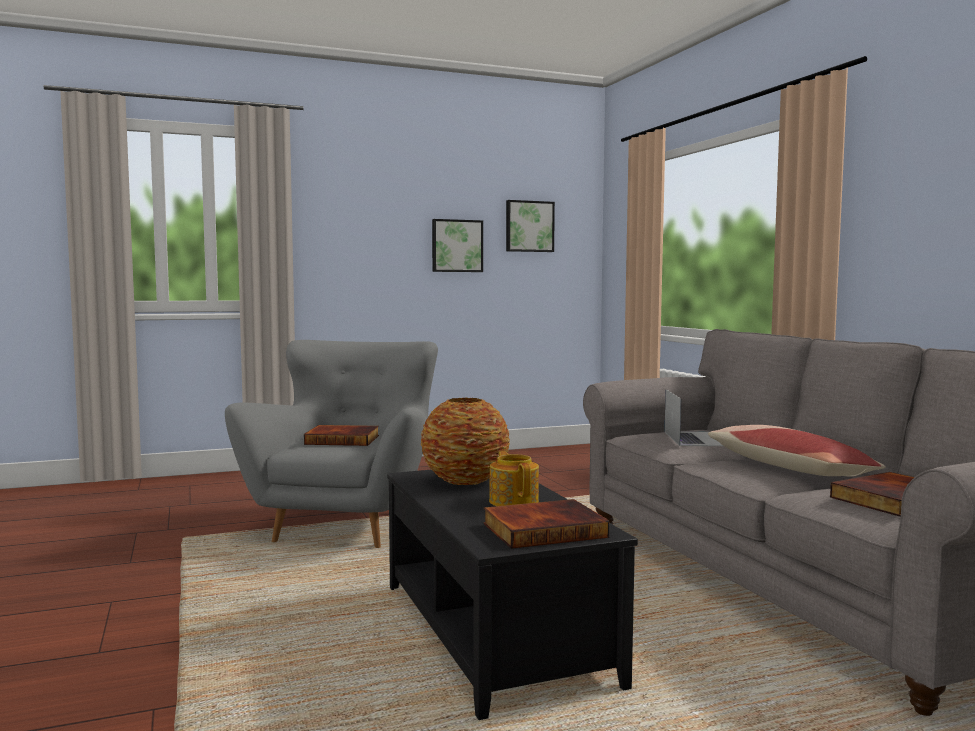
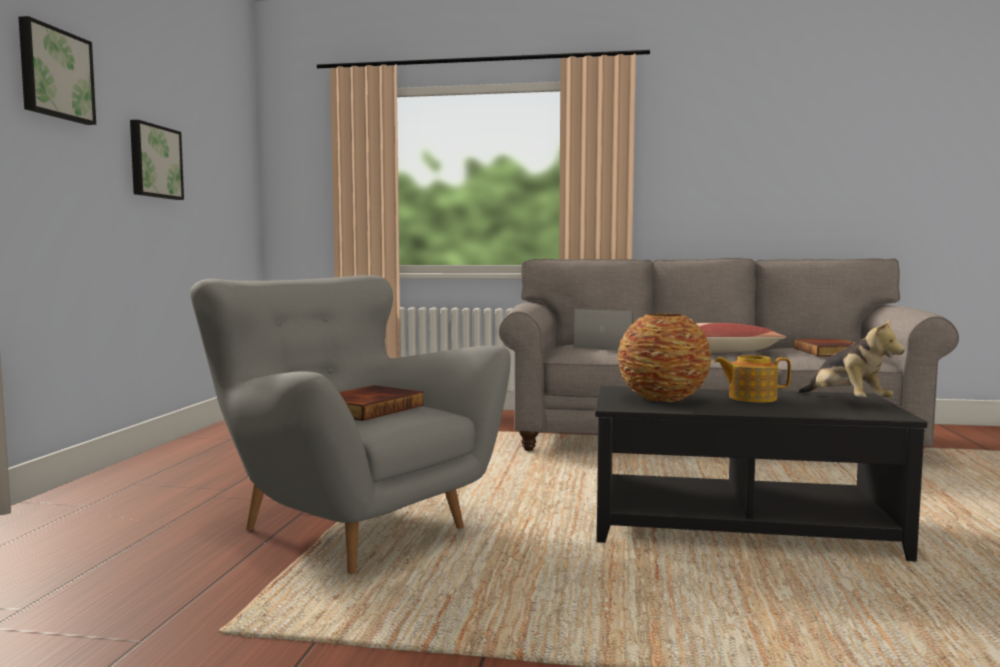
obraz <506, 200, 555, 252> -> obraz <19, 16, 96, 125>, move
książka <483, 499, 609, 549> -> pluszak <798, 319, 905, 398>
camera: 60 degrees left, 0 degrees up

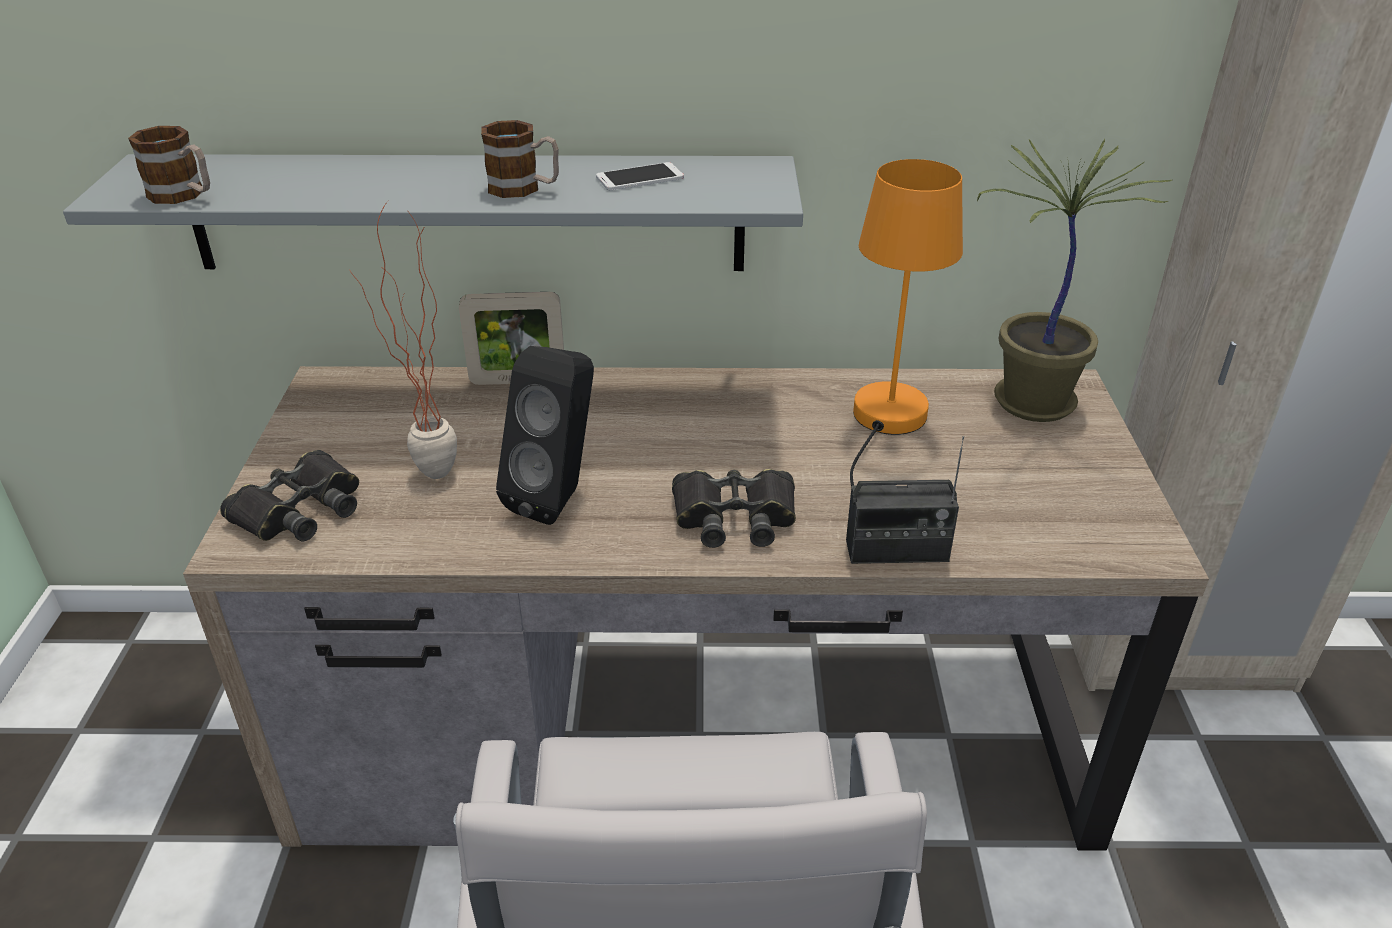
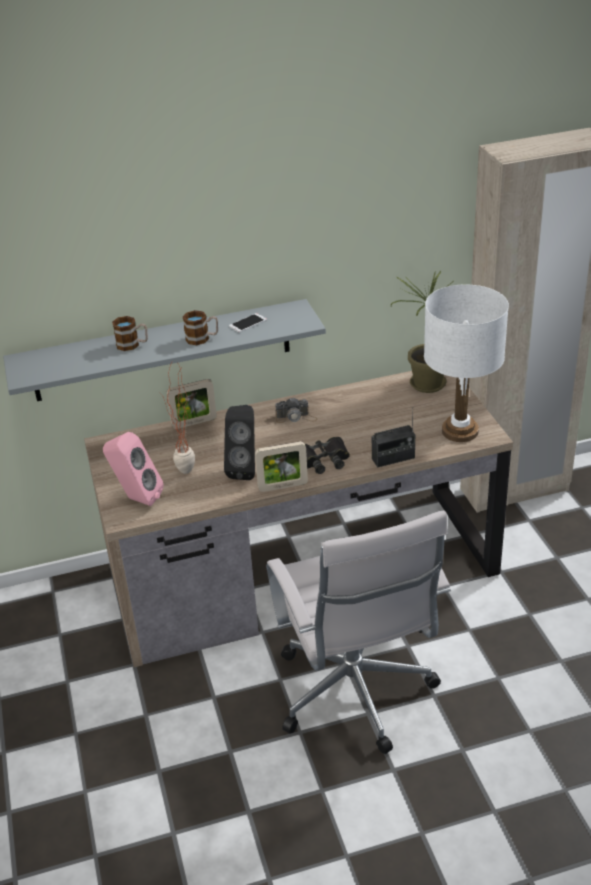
kubek <128, 126, 210, 204> -> kubek <112, 316, 148, 351>, move
lampa stołowa [pomarańczowy] <850, 159, 963, 487> -> none
lornetka [czarny] <220, 450, 359, 541> -> głośnik [różowy] <103, 432, 164, 506>
none -> lampa stołowa [biały] <424, 284, 509, 442>
none -> aparat fotograficzny <275, 398, 317, 423>
none -> ramka na zdjęcie <255, 441, 308, 492>
camera: 15 degrees left, 0 degrees up

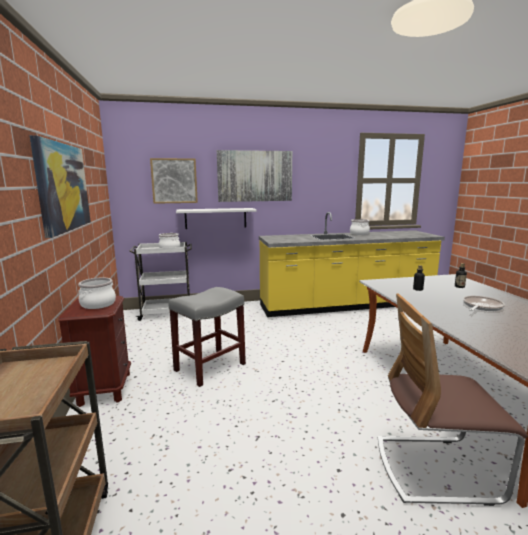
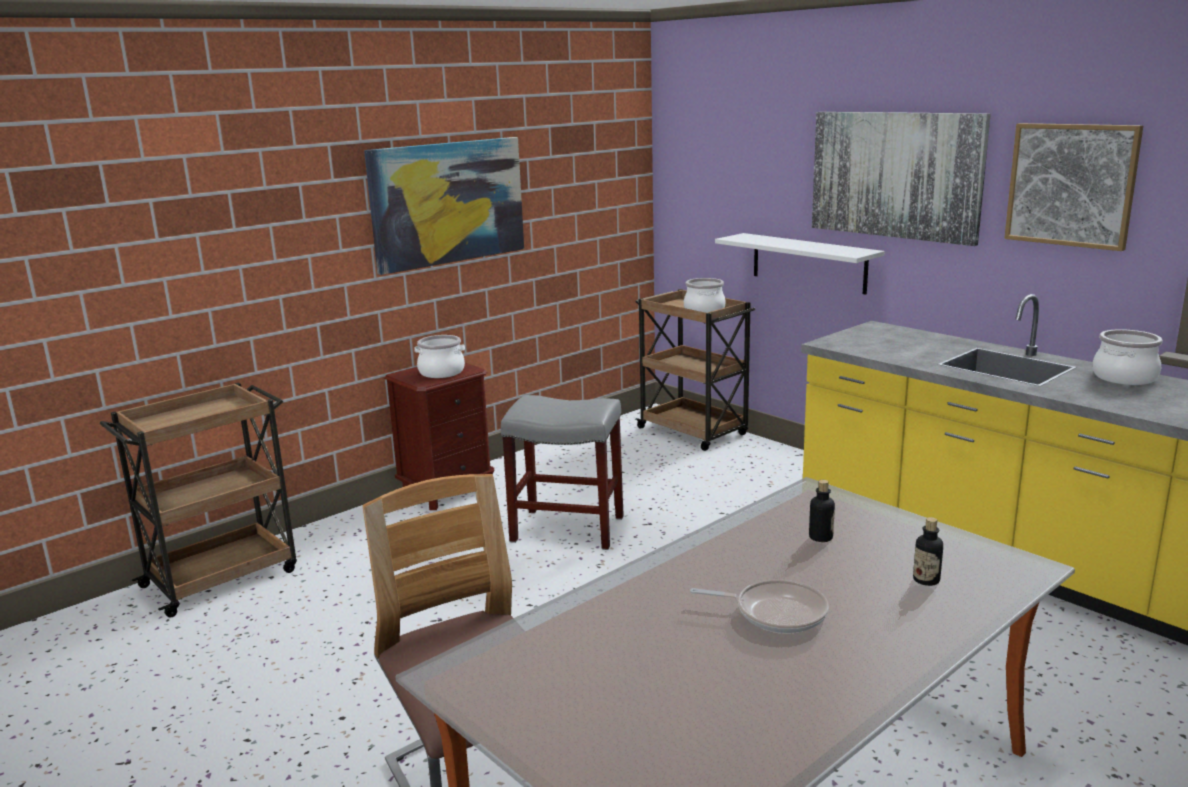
obraz <150, 158, 198, 204> -> obraz <1004, 123, 1143, 251>, move
wózek [biały] <129, 242, 192, 321> -> wózek [brązowy] <635, 289, 755, 451>
camera: 60 degrees right, 5 degrees up

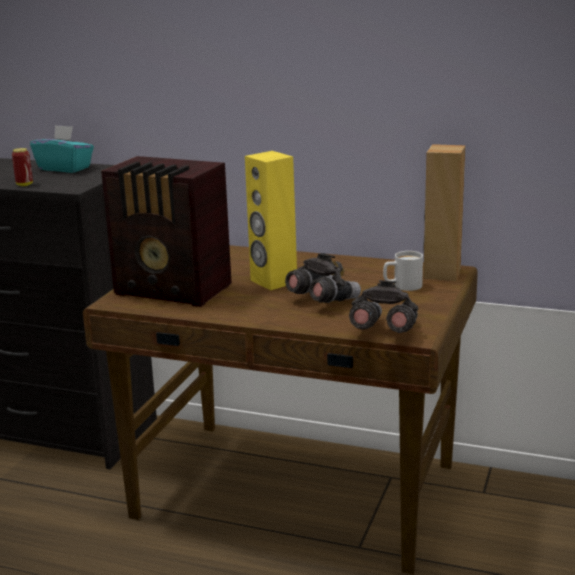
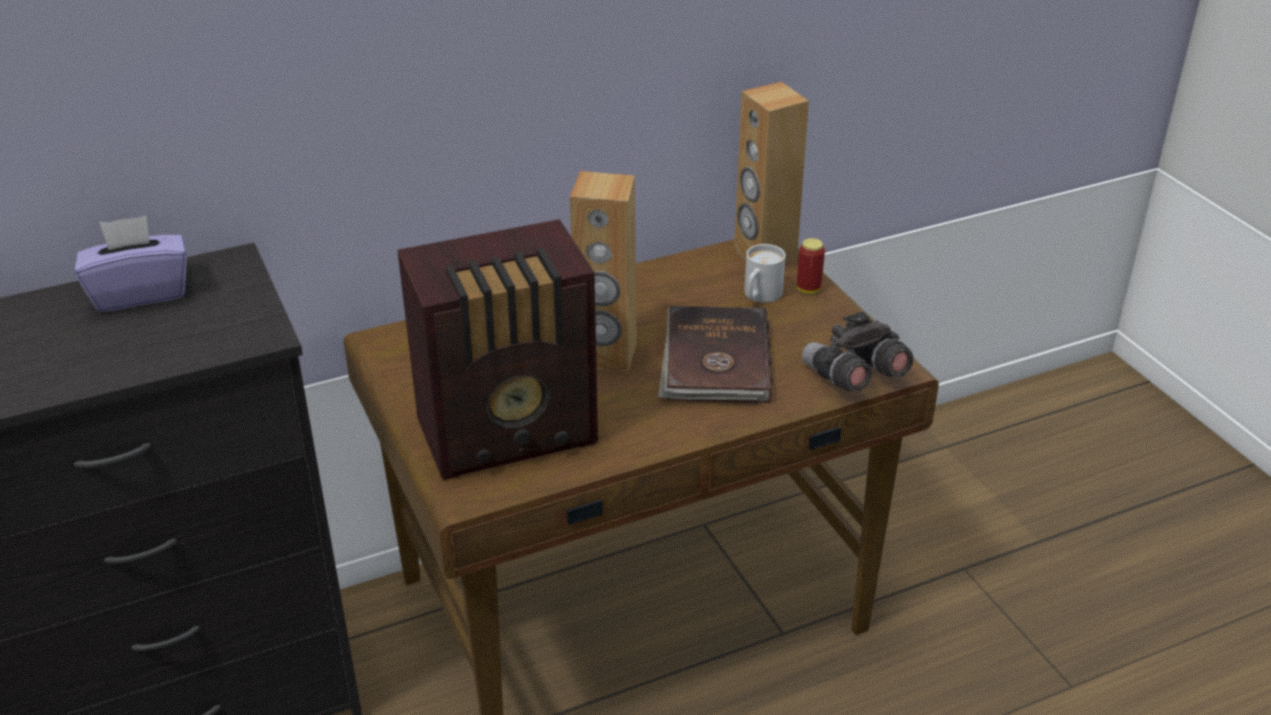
pudełko chusteczek [turkusowy] <30, 125, 94, 173> -> pudełko chusteczek [fioletowy] <75, 215, 187, 312>
puszka <12, 148, 33, 186> -> puszka <797, 238, 825, 294>, move
głośnik [żółty] <245, 151, 297, 290> -> głośnik [brązowy] <570, 171, 637, 373>
lornetka [szary] <285, 253, 361, 303> -> książka [brązowy] <658, 306, 773, 403>
camera: 45 degrees left, 15 degrees up

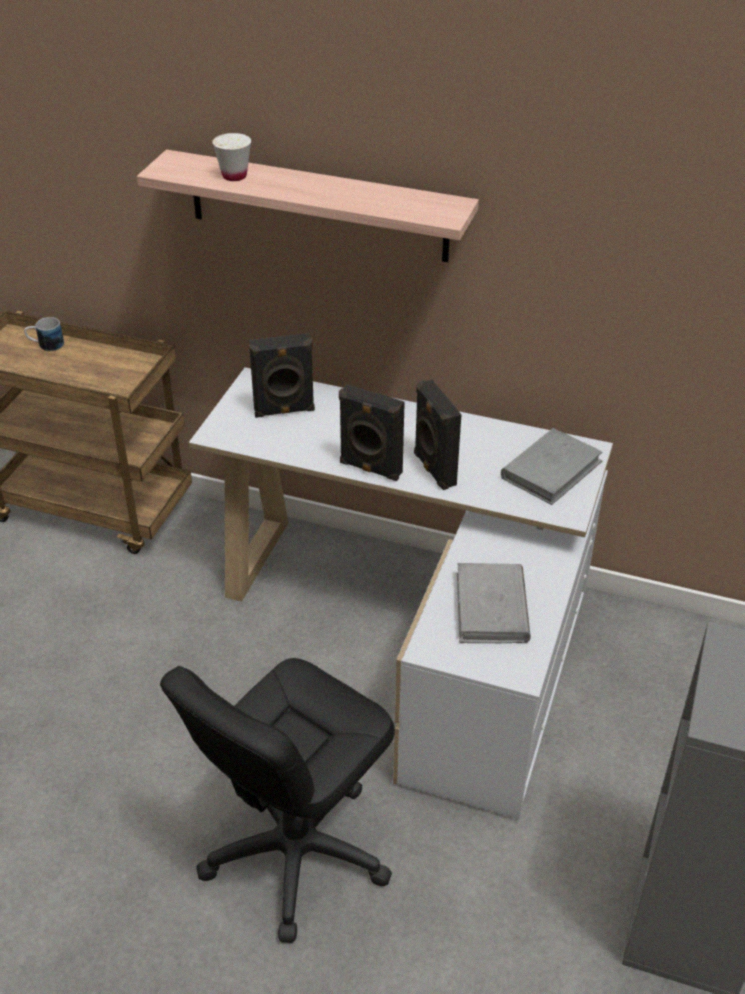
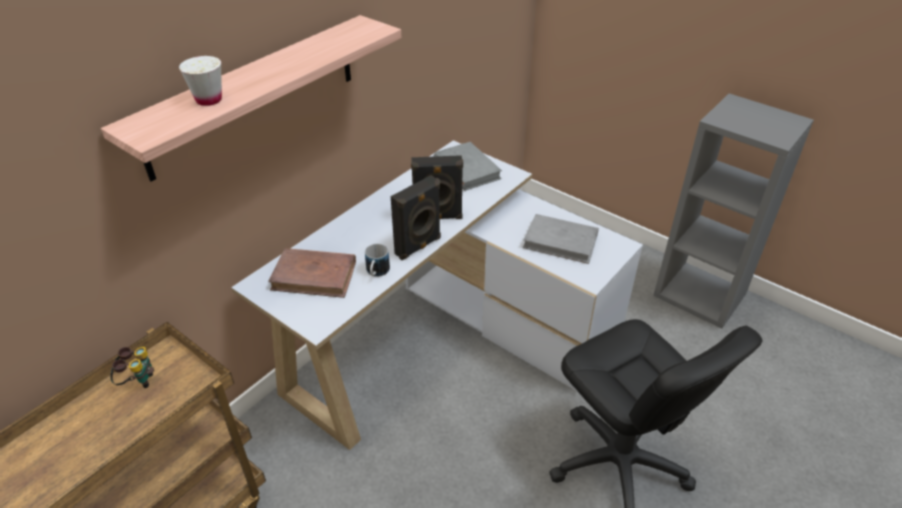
kubek <24, 317, 64, 351> -> kubek <365, 244, 390, 277>, move
głośnik [czarny] <249, 333, 315, 418> -> książka [brązowy] <268, 248, 356, 298>
none -> lornetka <110, 347, 154, 388>
camera: 70 degrees left, 0 degrees up

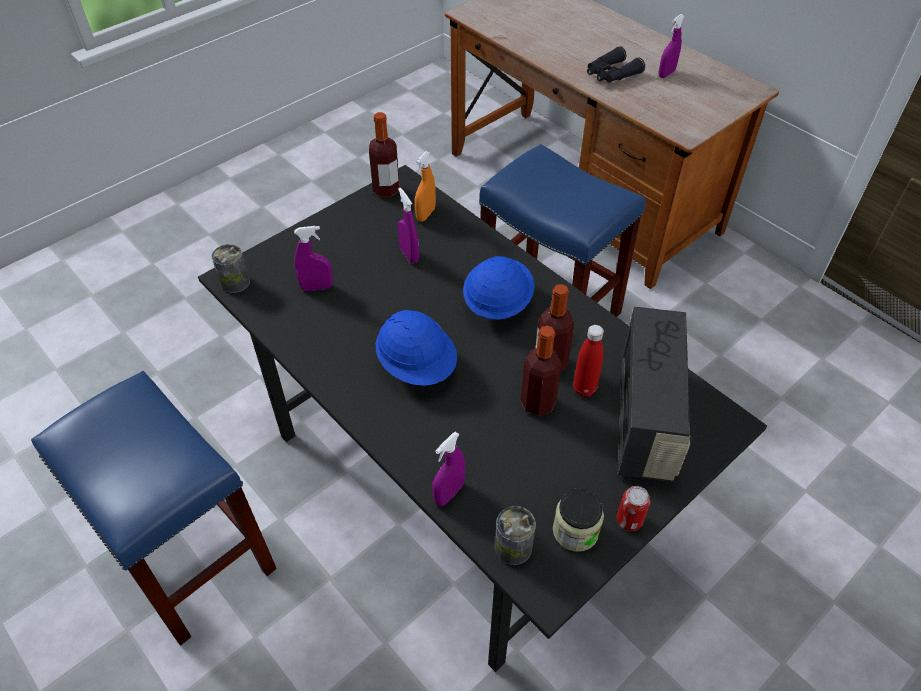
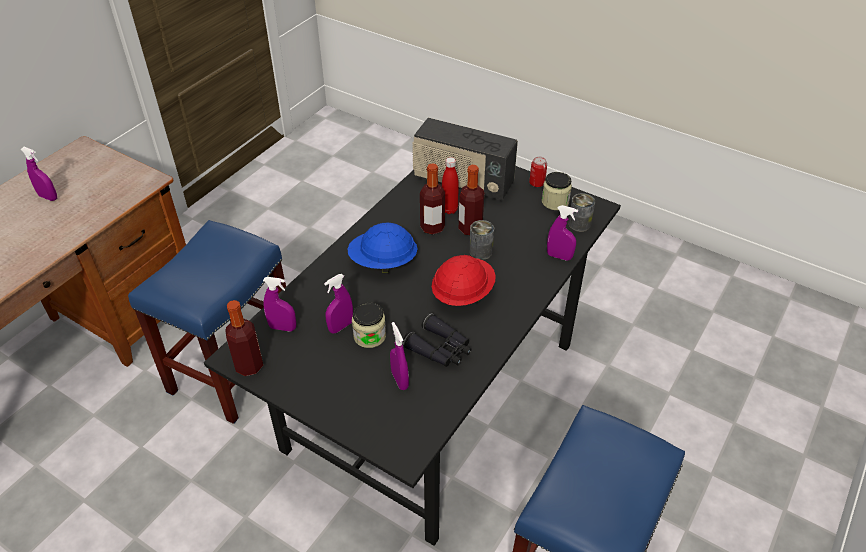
lornetka [czarny] <587, 46, 645, 83> -> lornetka [czarny] <402, 313, 472, 367>, move
spryskiwacz [pomarańczowy] <415, 151, 436, 222> -> spryskiwacz [fioletowy] <263, 277, 296, 332>
puszka <212, 244, 250, 293> -> puszka <469, 220, 494, 260>, move
radio <618, 307, 690, 482> -> radio <412, 118, 518, 200>, 150 degrees counterclockwise
kask [niebieski] <376, 310, 457, 386> -> kask [czerwony] <432, 255, 496, 306>
none -> słoik <352, 302, 386, 348>
camera: 105 degrees left, 5 degrees down

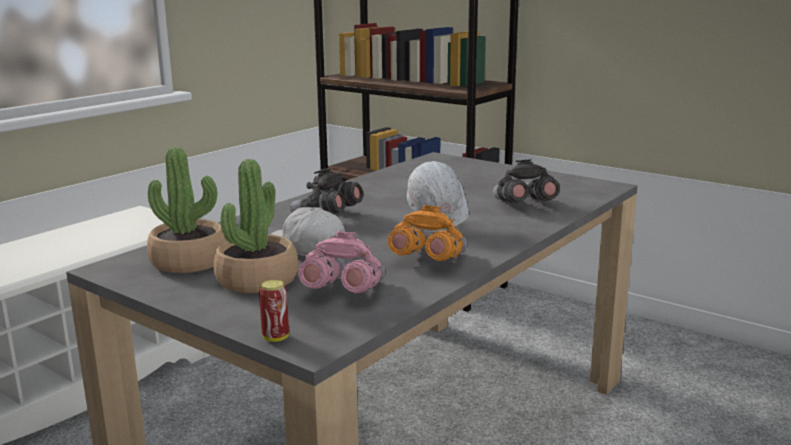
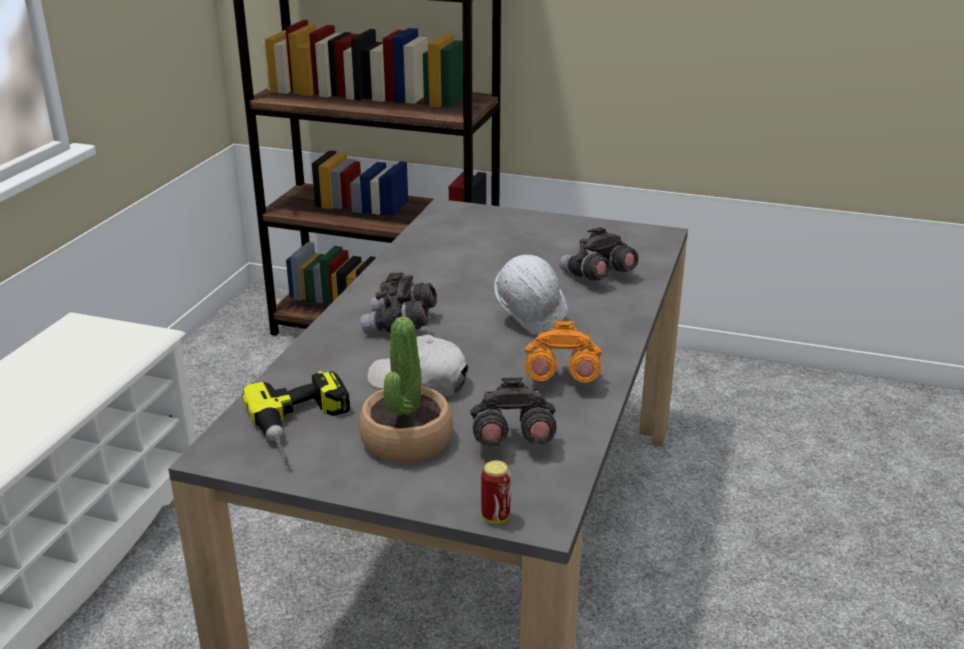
roślina doniczkowa <147, 147, 227, 273> -> wiertarka <242, 371, 350, 461>
lornetka [różowy] <298, 231, 385, 293> -> lornetka [szary] <470, 377, 556, 447>
camera: 20 degrees left, 10 degrees up

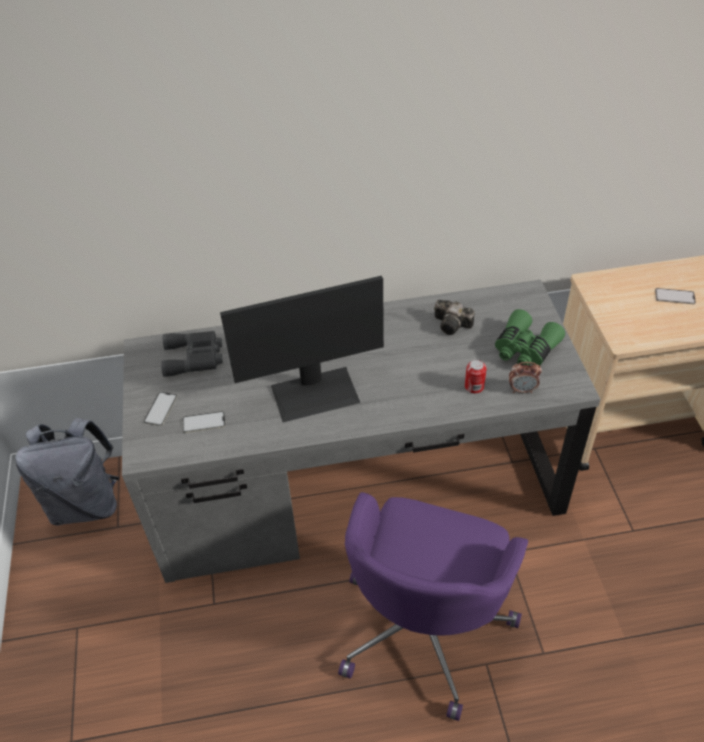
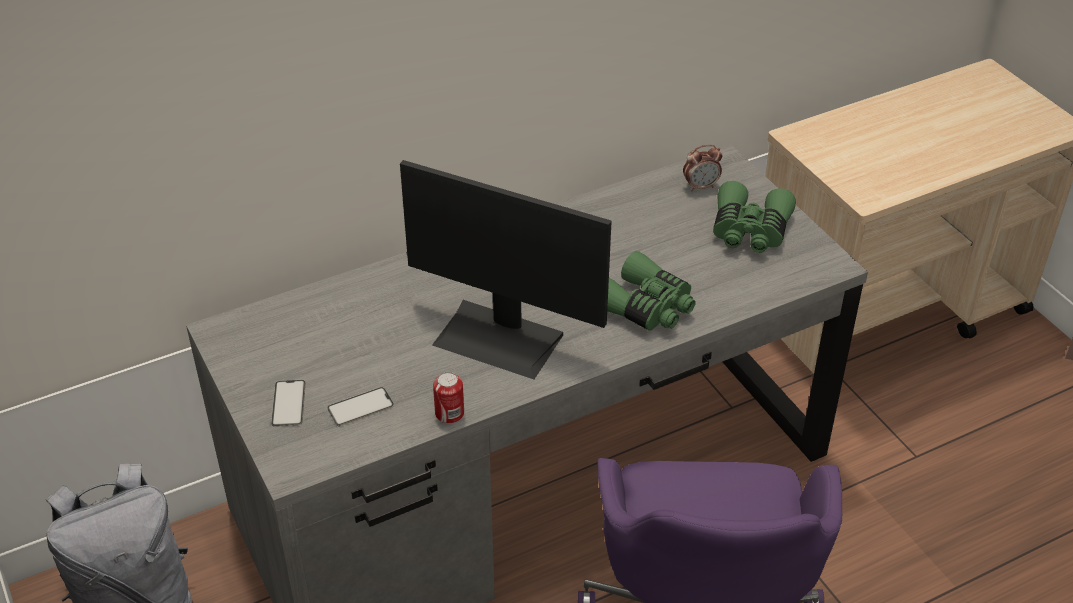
monitor <220, 276, 384, 422> -> monitor <400, 160, 612, 379>, 60 degrees clockwise
telefon <655, 288, 696, 304> -> none
aparat fotograficzny <434, 300, 475, 335> -> none
lornetka [szary] <161, 331, 223, 377> -> none
puszka <465, 360, 487, 394> -> puszka <433, 372, 464, 424>, move
budzik <509, 362, 542, 393> -> budzik <683, 145, 723, 192>, move
none -> lornetka [zielony] <607, 251, 696, 331>
camera: 20 degrees left, 5 degrees down

